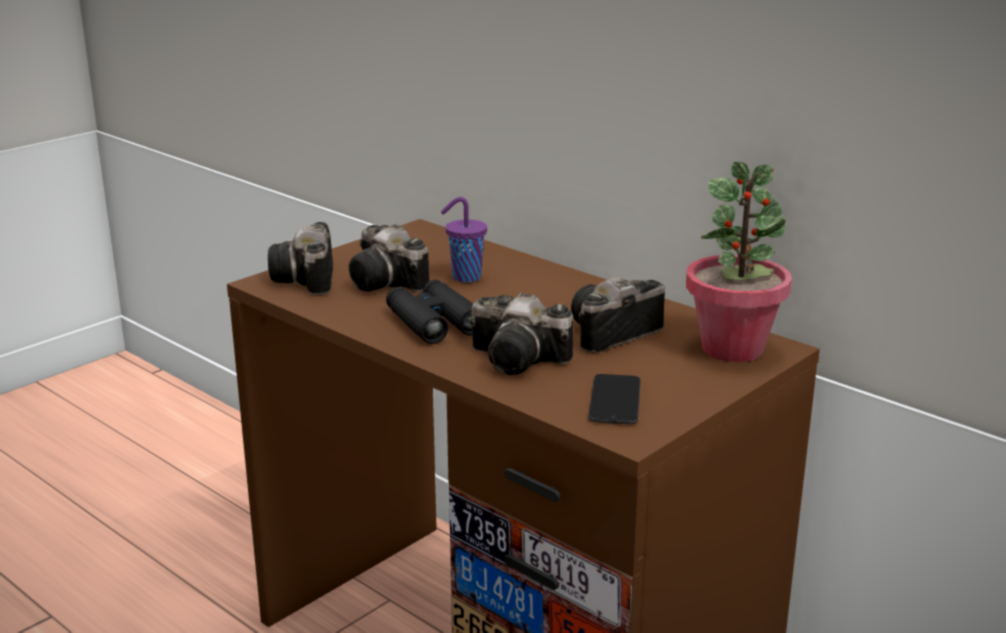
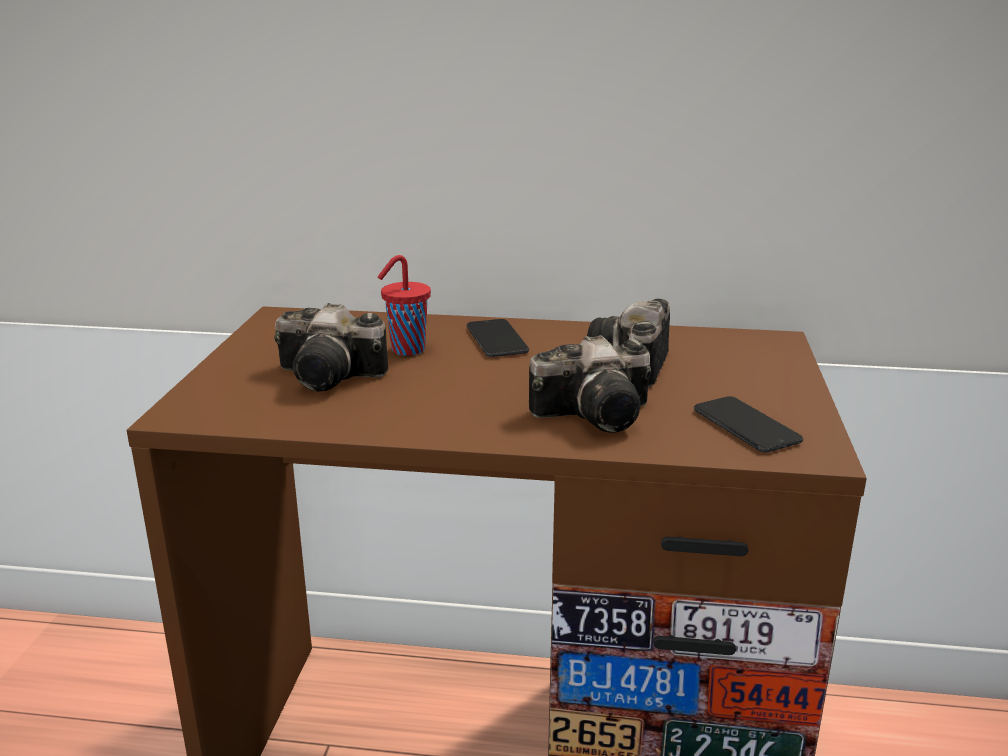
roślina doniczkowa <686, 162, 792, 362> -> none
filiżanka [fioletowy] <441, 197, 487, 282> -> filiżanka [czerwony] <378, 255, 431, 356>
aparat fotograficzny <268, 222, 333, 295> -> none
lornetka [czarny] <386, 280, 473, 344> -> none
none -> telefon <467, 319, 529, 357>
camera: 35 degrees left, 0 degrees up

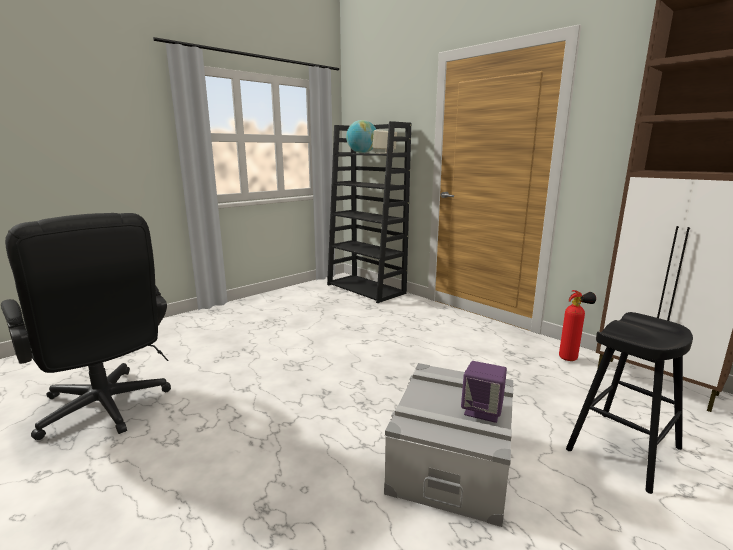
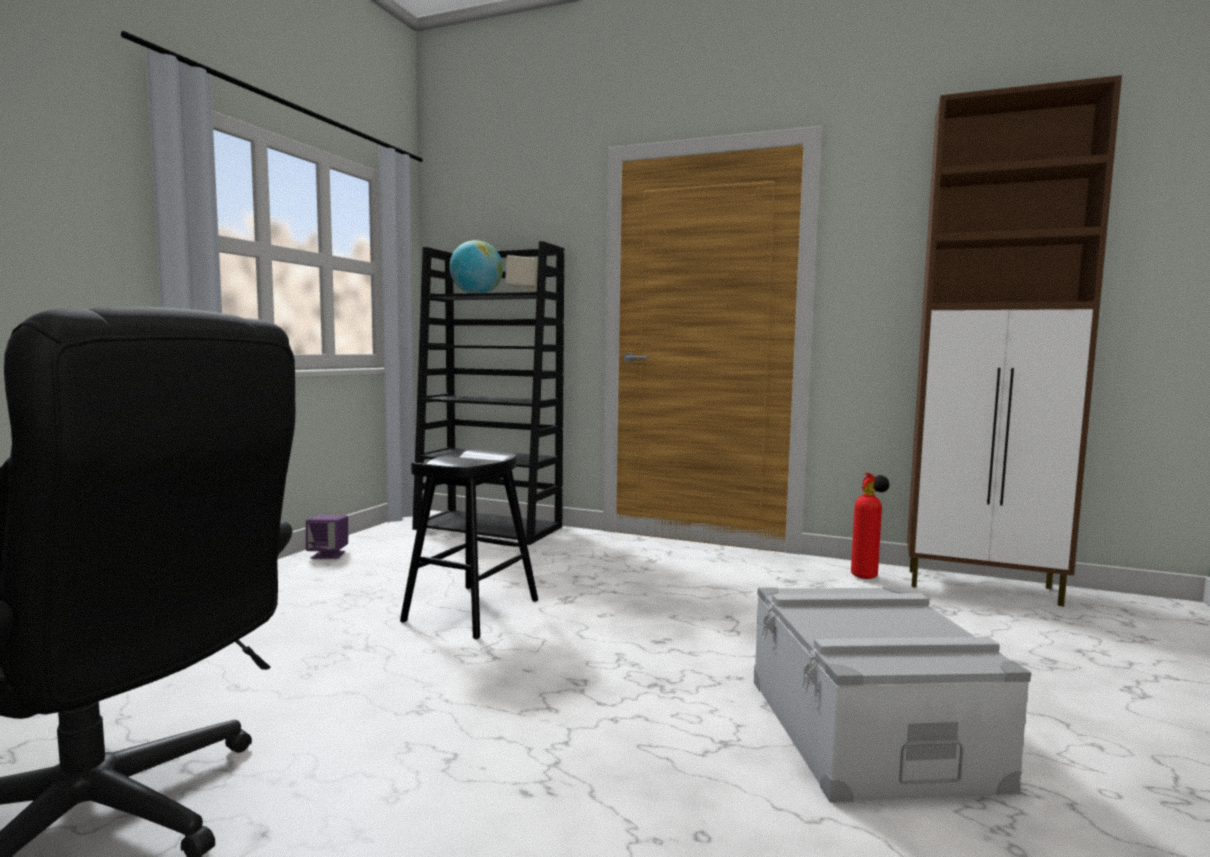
stołek [czarny] <566, 312, 693, 494> -> stołek [czarny] <400, 450, 538, 639>, move
głośnik [fioletowy] <461, 361, 507, 423> -> głośnik [fioletowy] <306, 515, 348, 559>, move
camera: 25 degrees left, 10 degrees down

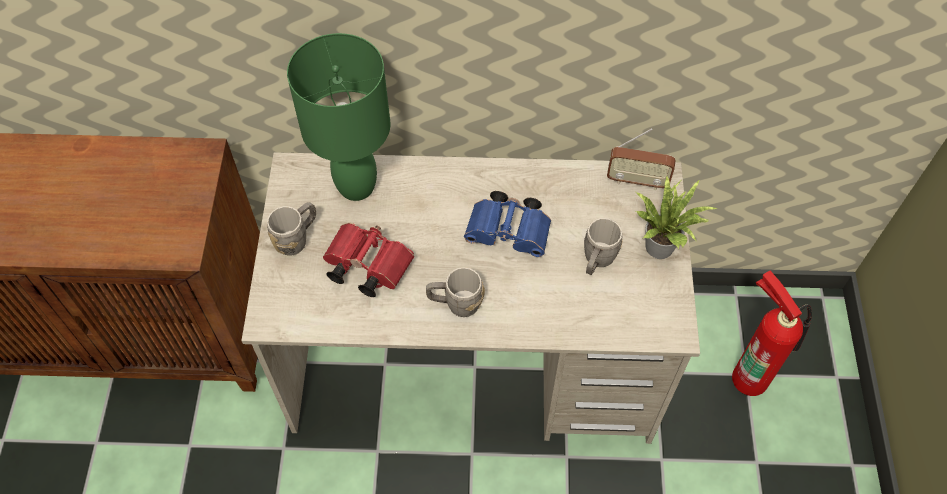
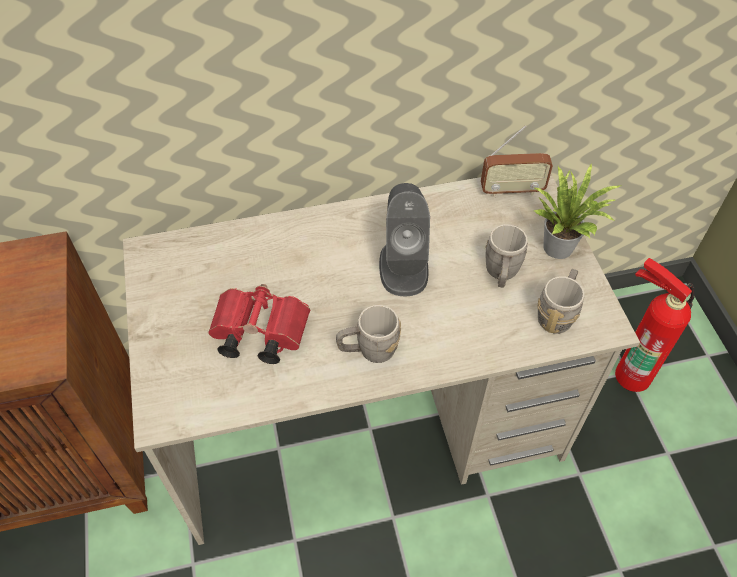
lampa stołowa [zielony] <287, 33, 391, 201> -> none
lornetka [niebieski] <464, 191, 551, 257> -> głośnik [szary] <379, 183, 430, 296>
kubek [szary] <267, 202, 316, 256> -> kubek [szary] <537, 269, 584, 334>, move
camera: 15 degrees left, 5 degrees down

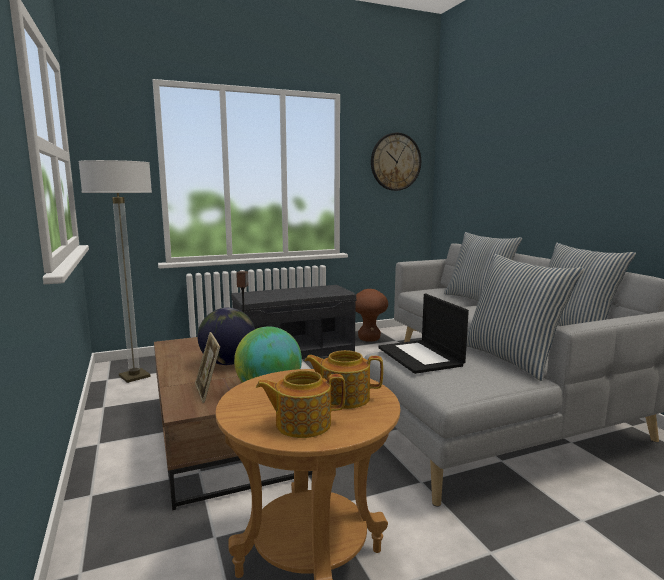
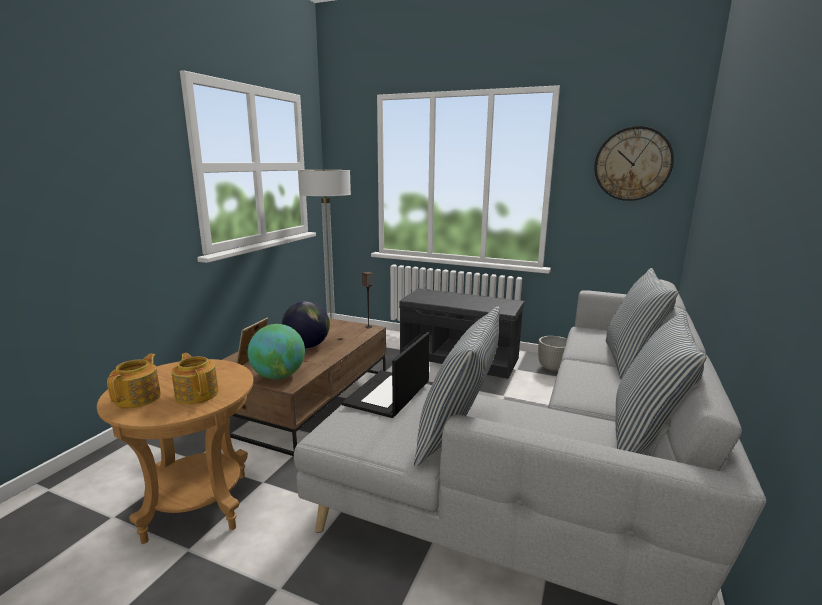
stołek [brązowy] <355, 289, 388, 342> -> donica [szary] <538, 336, 567, 372>
imbryk <256, 370, 345, 438> -> imbryk <107, 354, 161, 409>, 60 degrees clockwise
camera: 45 degrees right, 5 degrees up

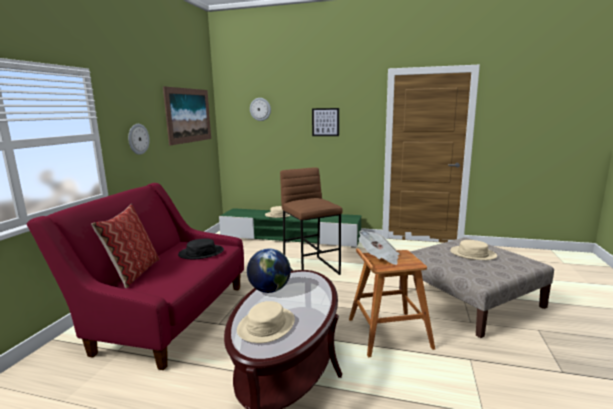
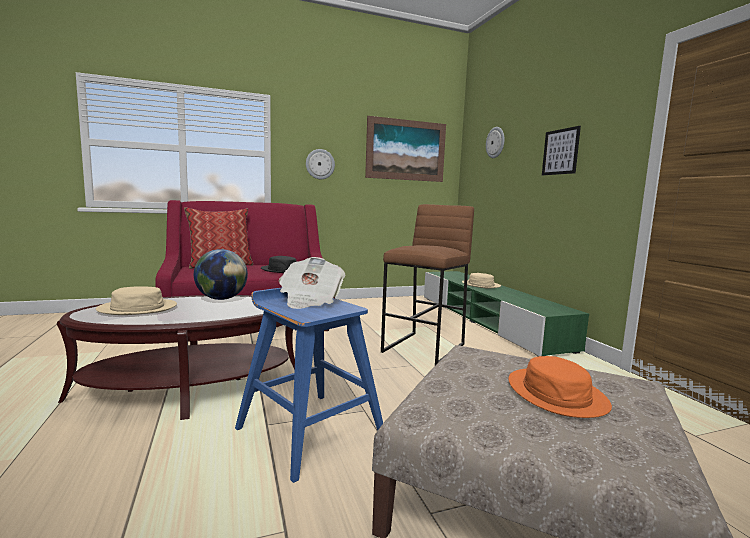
kapelusz [beżowy] <450, 240, 497, 260> -> kapelusz [pomarańczowy] <508, 356, 612, 418>
stołek [brązowy] <349, 248, 435, 358> -> stołek [niebieski] <235, 287, 383, 483>
camera: 55 degrees right, 5 degrees down

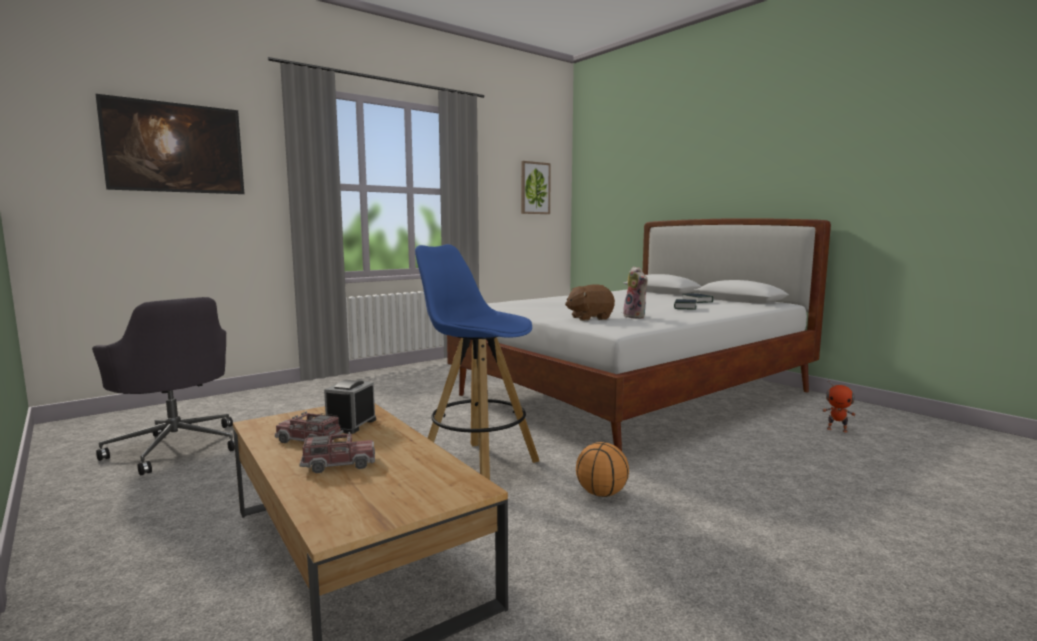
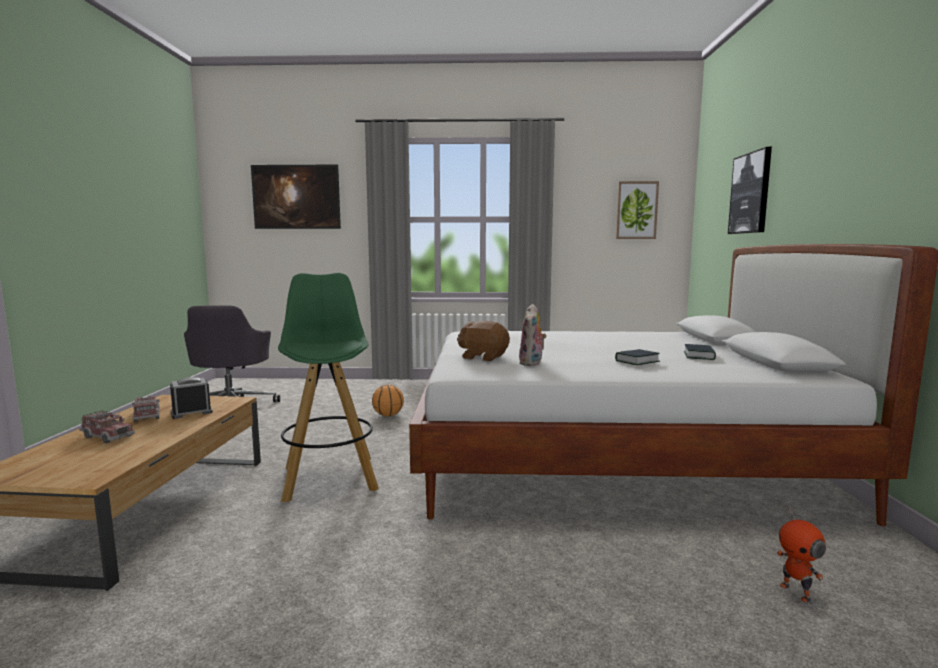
stołek [niebieski] <415, 244, 539, 480> -> stołek [zielony] <278, 273, 379, 502>
piłka do koszykówki <576, 442, 629, 497> -> piłka do koszykówki <372, 385, 404, 416>, move
none -> obraz <728, 147, 772, 234>
camera: 40 degrees right, 0 degrees up

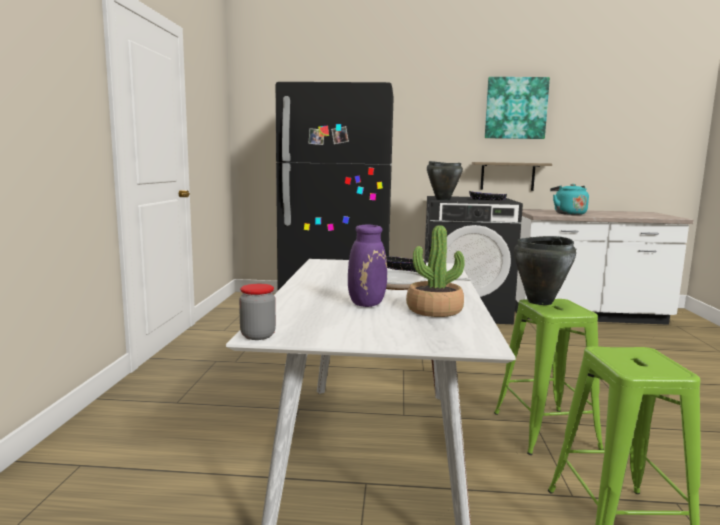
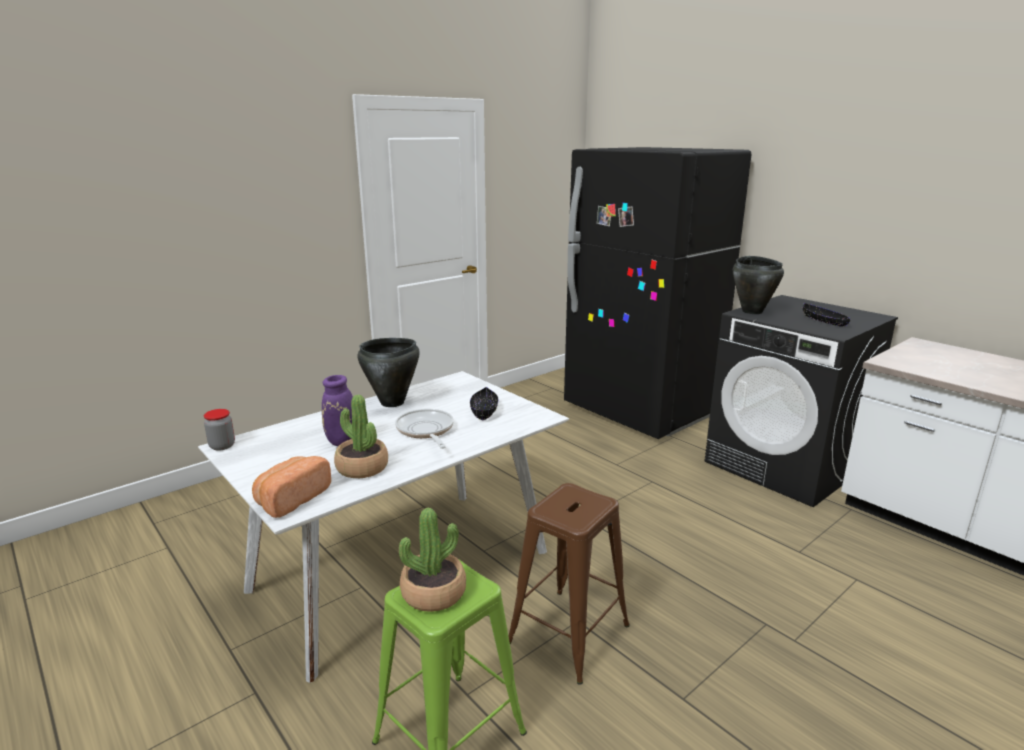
obraz <485, 77, 550, 139> -> none
półka <472, 162, 552, 191> -> none
czajnik [turkusowy] <550, 184, 589, 215> -> none
garnek [czarny] <514, 236, 576, 305> -> garnek [czarny] <358, 338, 420, 407>, move
stołek [zielony] <494, 299, 604, 455> -> stołek [brązowy] <509, 483, 630, 685>
none -> chleb <252, 456, 331, 518>
none -> roślina doniczkowa <399, 508, 466, 612>
camera: 45 degrees right, 10 degrees up

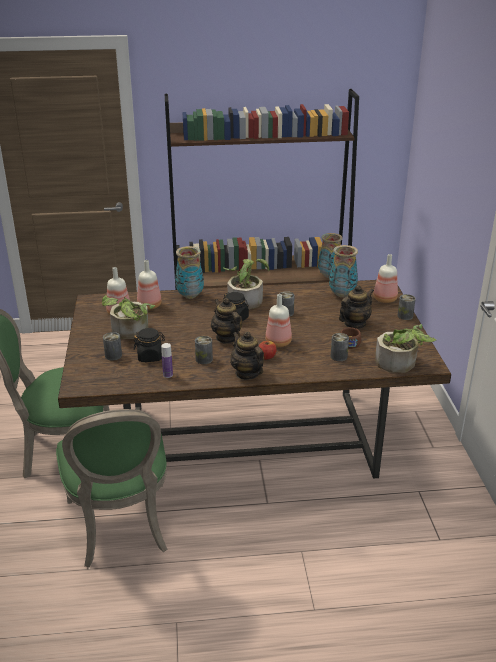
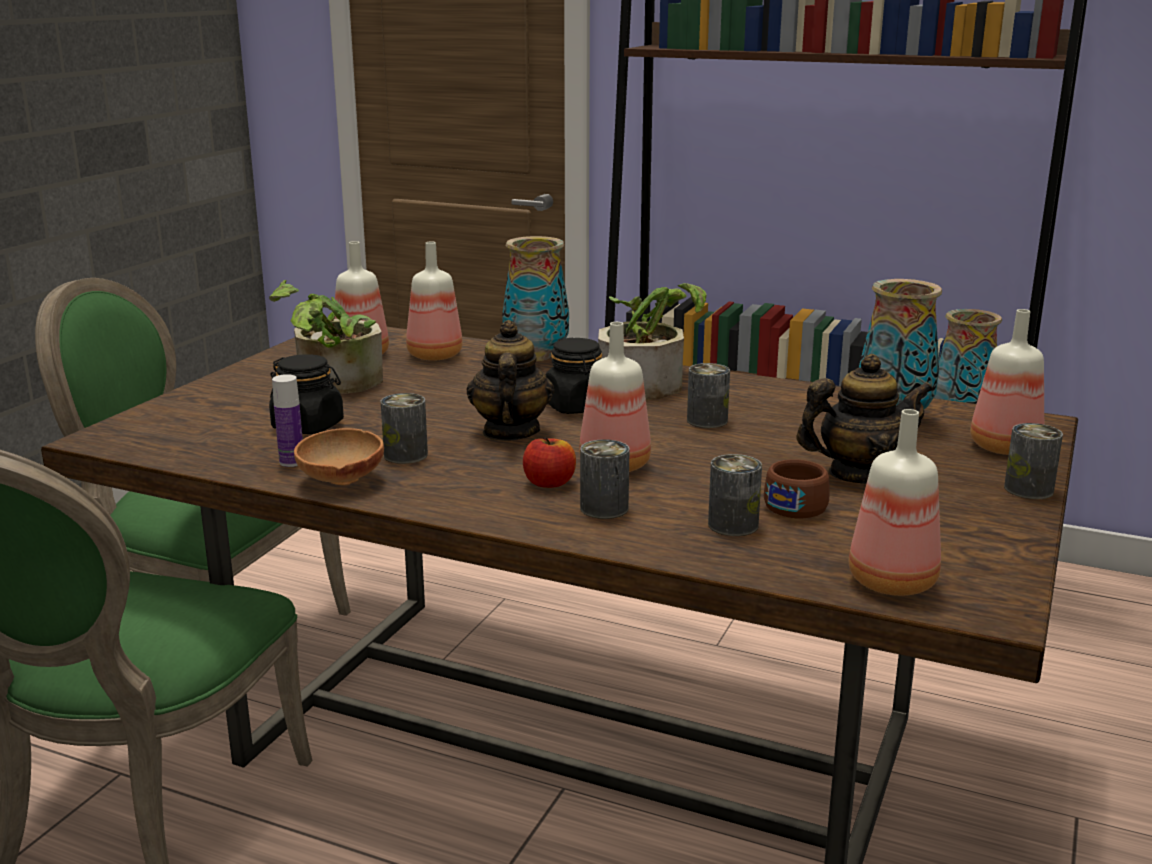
roślina doniczkowa <375, 324, 436, 373> -> butelka <849, 409, 941, 596>
puszka <103, 332, 122, 361> -> puszka <580, 439, 630, 519>, move
imbryk <230, 332, 264, 380> -> none
none -> miska [brązowy] <294, 428, 384, 485>
camera: 30 degrees right, 10 degrees down

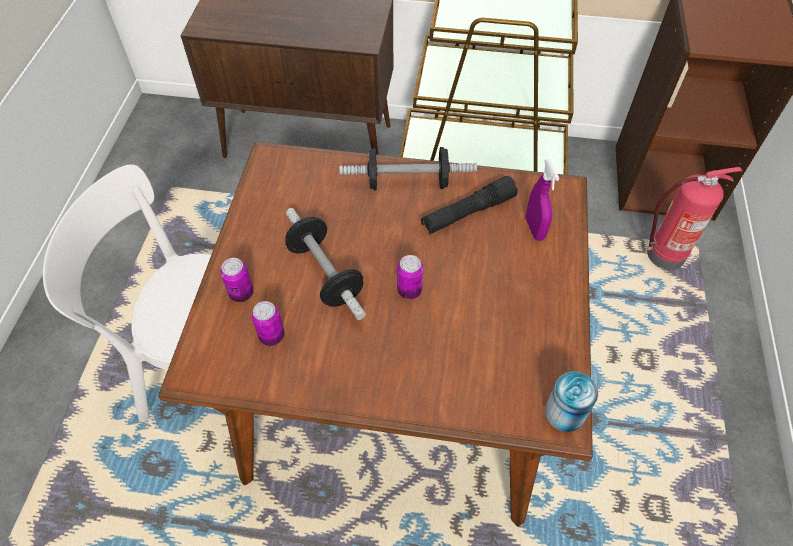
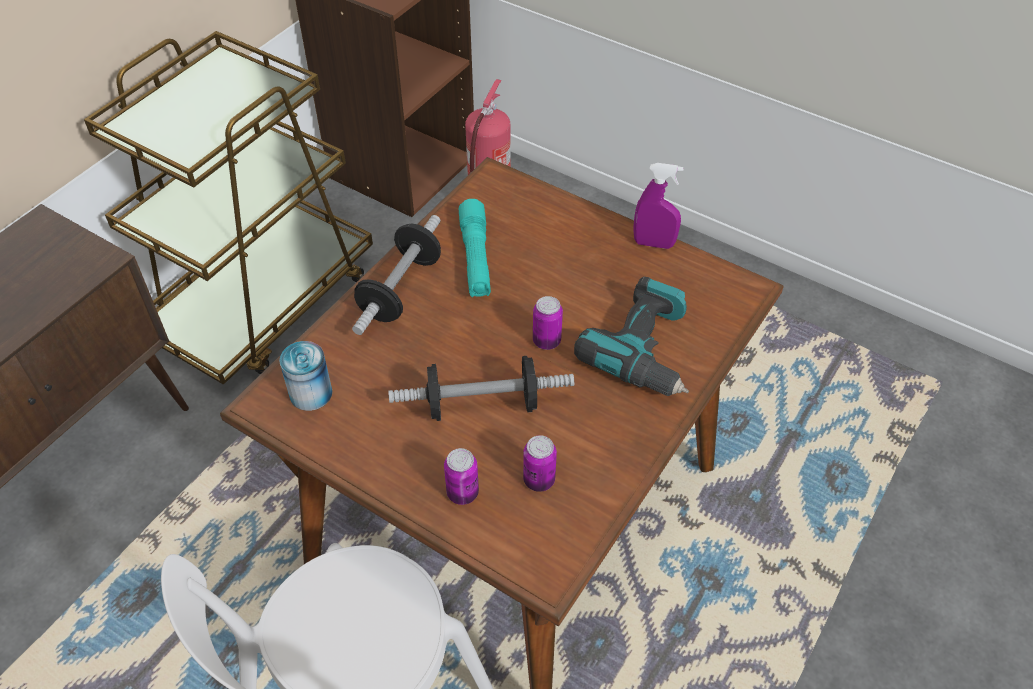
spryskiwacz [fioletowy] <526, 159, 559, 241> -> spryskiwacz [fioletowy] <633, 163, 684, 249>, move
latarka [czarny] <421, 176, 518, 234> -> latarka [turkusowy] <459, 199, 491, 297>
puszka <545, 371, 598, 432> -> puszka <279, 341, 332, 411>, move
none -> wiertarka <574, 277, 689, 396>
camera: 65 degrees left, 5 degrees down

